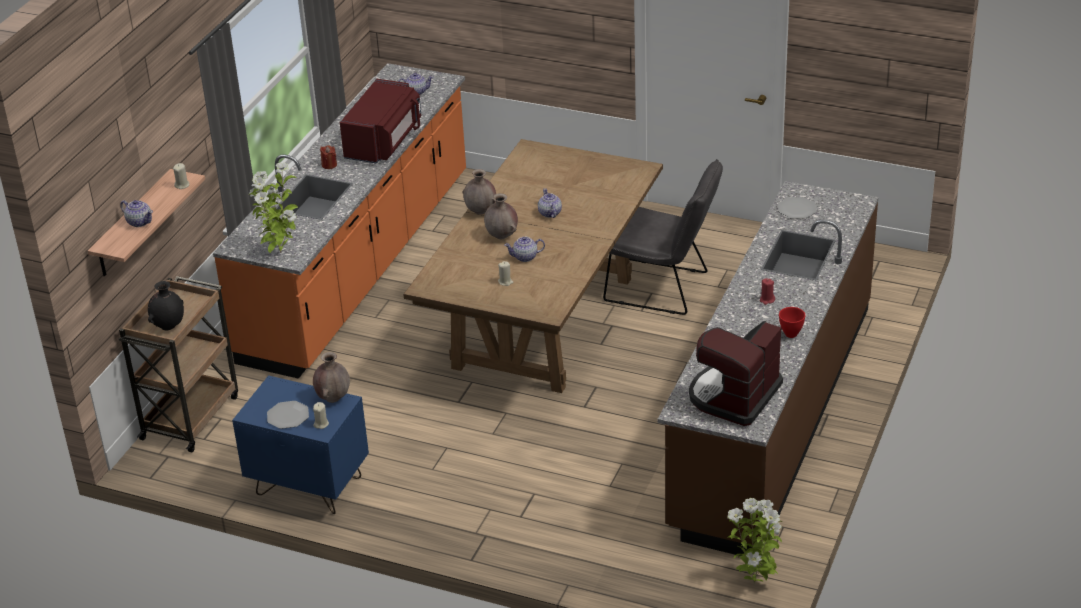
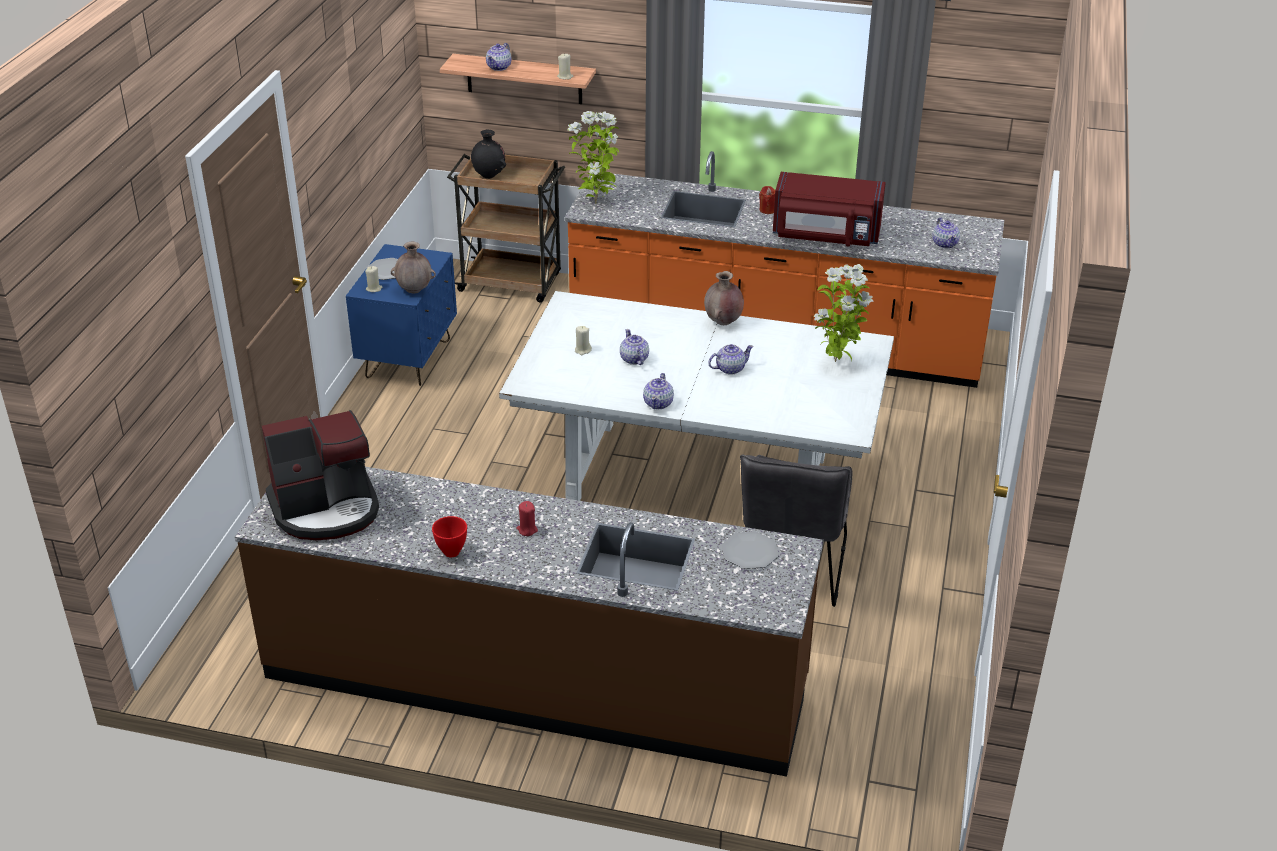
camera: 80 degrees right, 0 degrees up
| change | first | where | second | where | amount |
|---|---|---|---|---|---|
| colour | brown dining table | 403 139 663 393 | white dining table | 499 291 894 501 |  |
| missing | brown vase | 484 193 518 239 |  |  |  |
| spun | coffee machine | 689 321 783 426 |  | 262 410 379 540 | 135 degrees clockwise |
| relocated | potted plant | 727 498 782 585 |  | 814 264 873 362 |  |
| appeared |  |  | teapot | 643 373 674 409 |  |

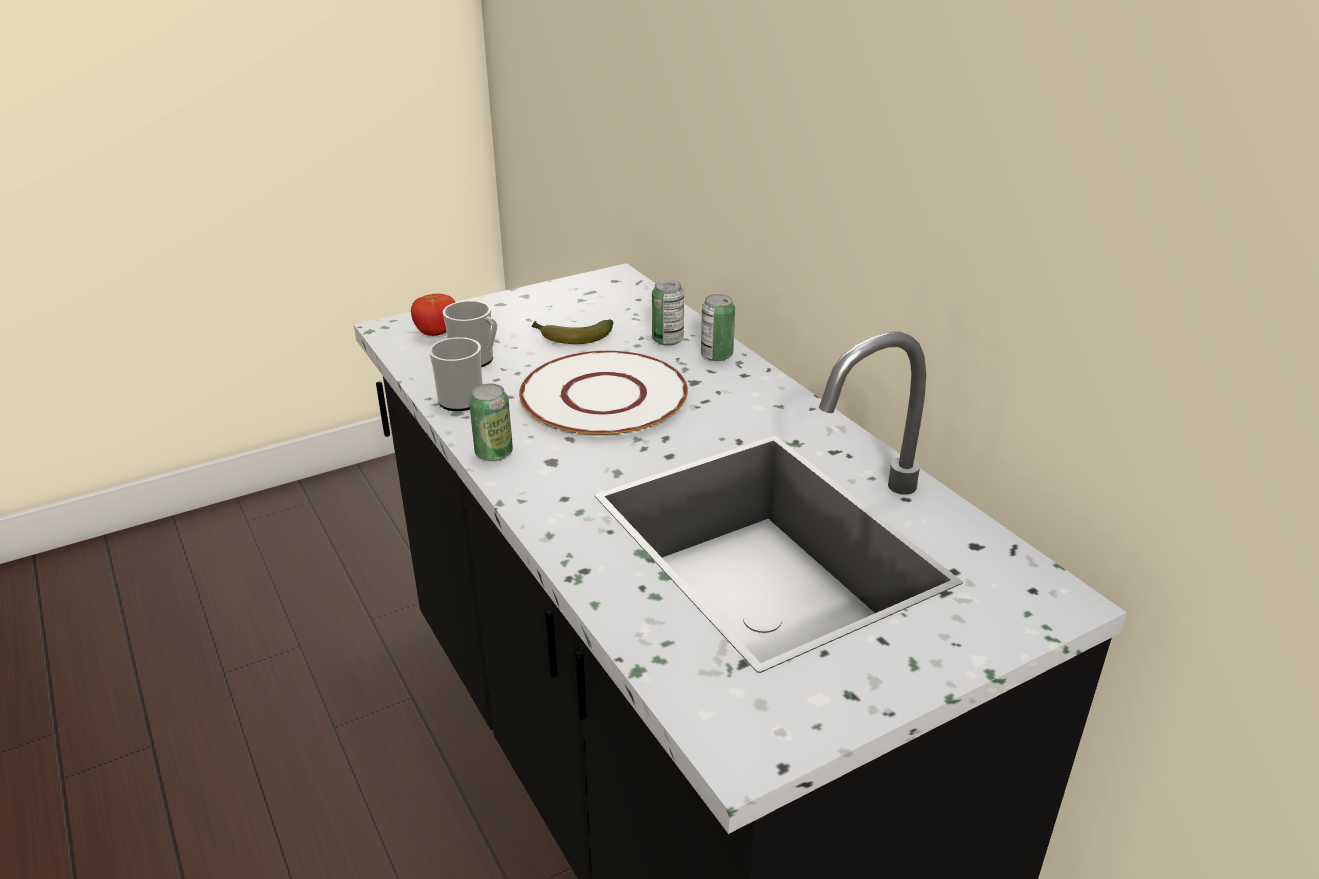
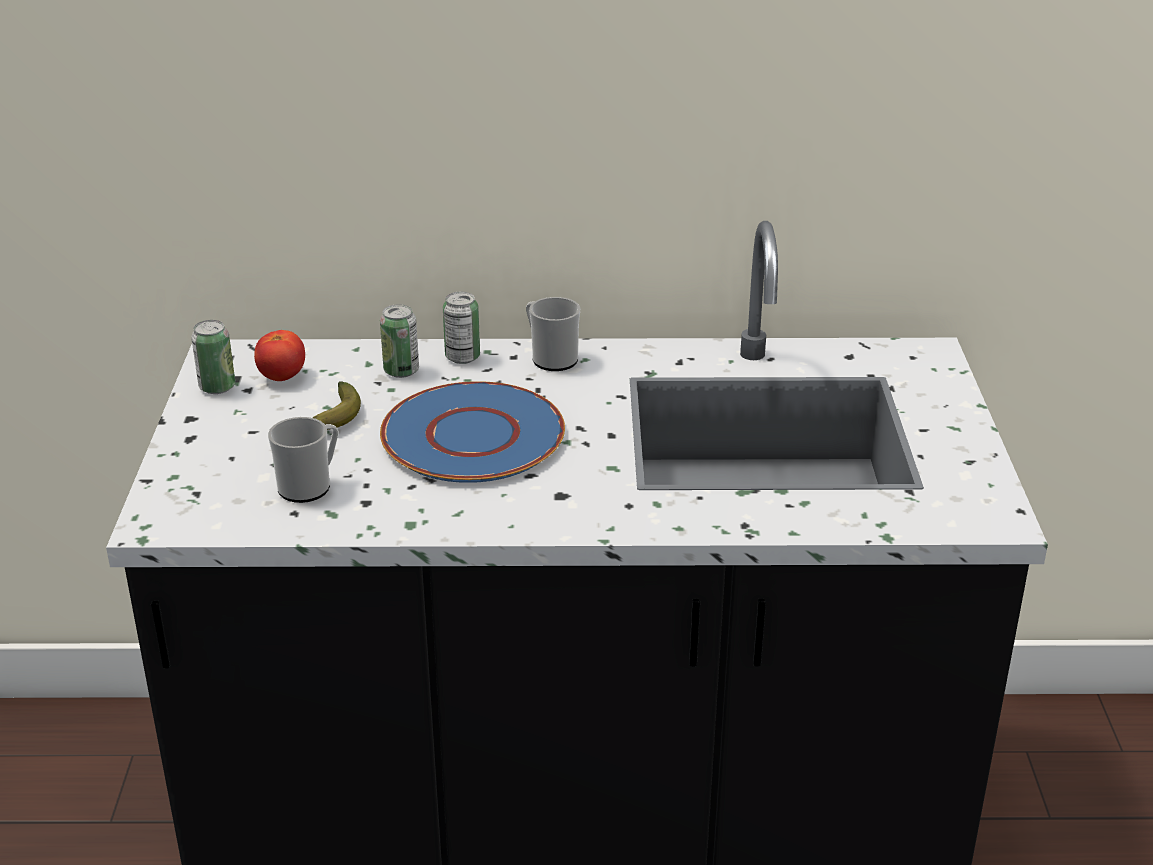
camera: 60 degrees left, 0 degrees up
| change | first | where | second | where | amount |
|---|---|---|---|---|---|
| relocated | tomato | 411 294 455 336 |  | 254 330 305 381 |  |
| relocated | mug | 429 337 483 411 |  | 526 297 580 371 |  |
| relocated | can | 469 384 513 461 |  | 191 320 235 394 |  |
| colour | white plate | 519 351 688 437 | blue plate | 380 381 565 483 |  |

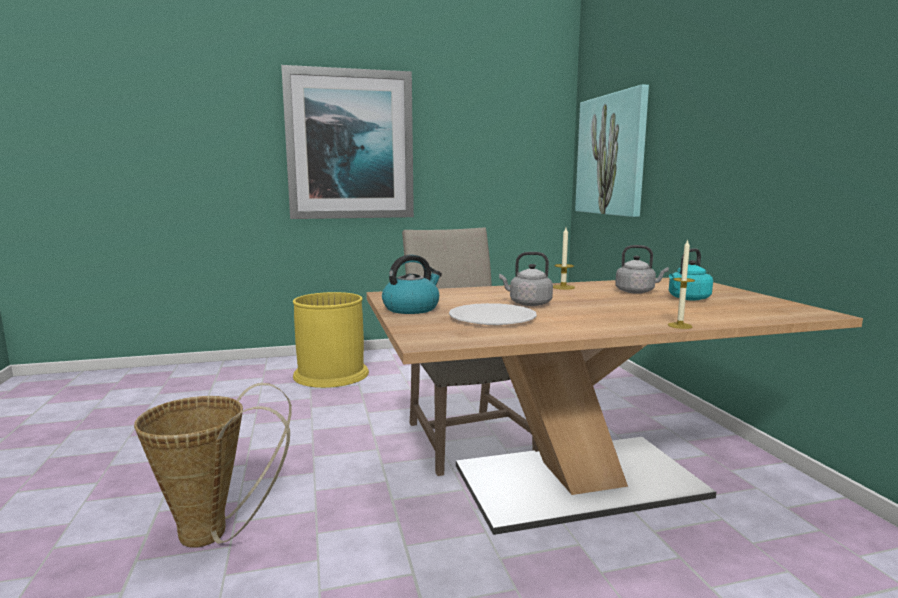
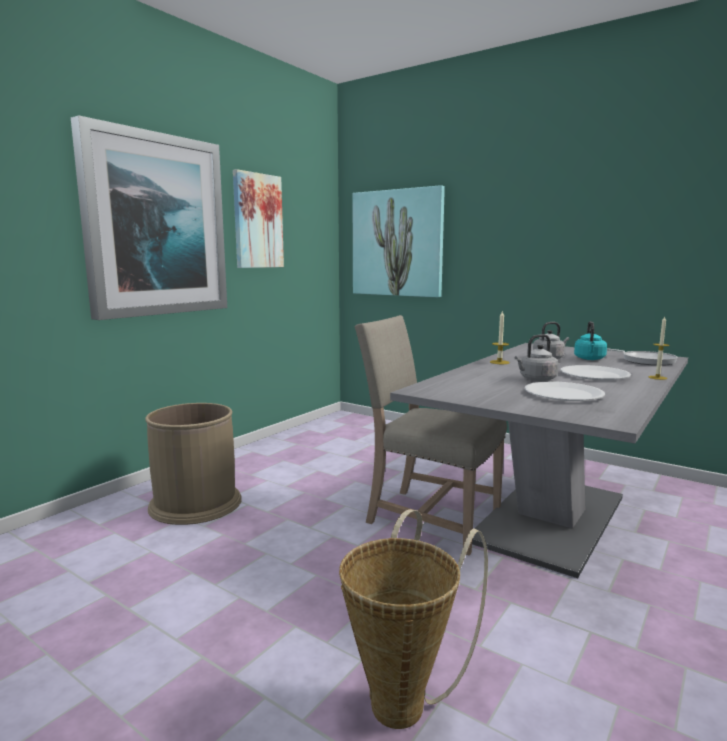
camera: 40 degrees left, 0 degrees up
| change | first | where | second | where | amount |
|---|---|---|---|---|---|
| colour | yellow trash can | 293 292 369 388 | brown trash can | 145 403 242 525 |  |
| colour | brown dining table | 366 278 863 535 | grey dining table | 390 343 688 578 |  |
| missing | kettle | 382 255 442 314 |  |  |  |
| appeared |  |  | picture | 233 169 284 268 |  |
| appeared |  |  | white plate | 561 365 631 380 |  |
| appeared |  |  | frying pan | 607 348 678 366 |  |

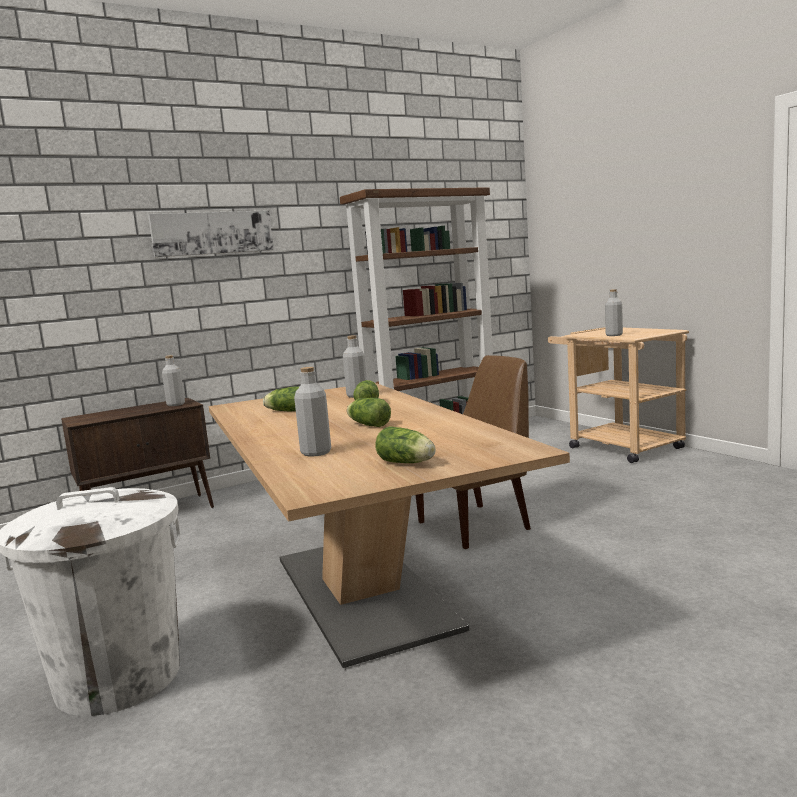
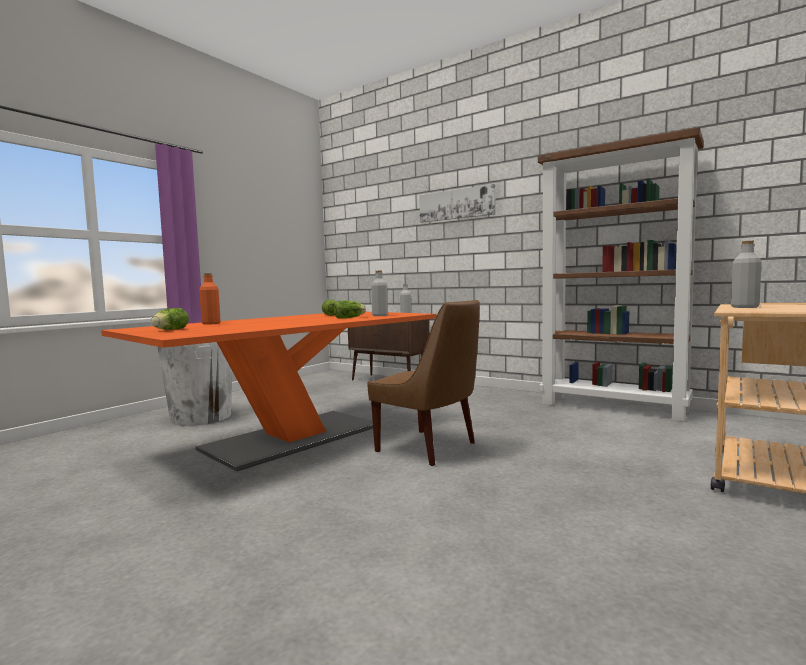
camera: 65 degrees right, 5 degrees down
| change | first | where | second | where | amount |
|---|---|---|---|---|---|
| colour | beige dining table | 208 383 570 668 | orange dining table | 101 312 437 471 |  |
| colour | grey bottle | 294 367 331 457 | orange bottle | 199 273 221 325 |  |
| missing | lettuce | 347 398 391 427 |  |  |  |

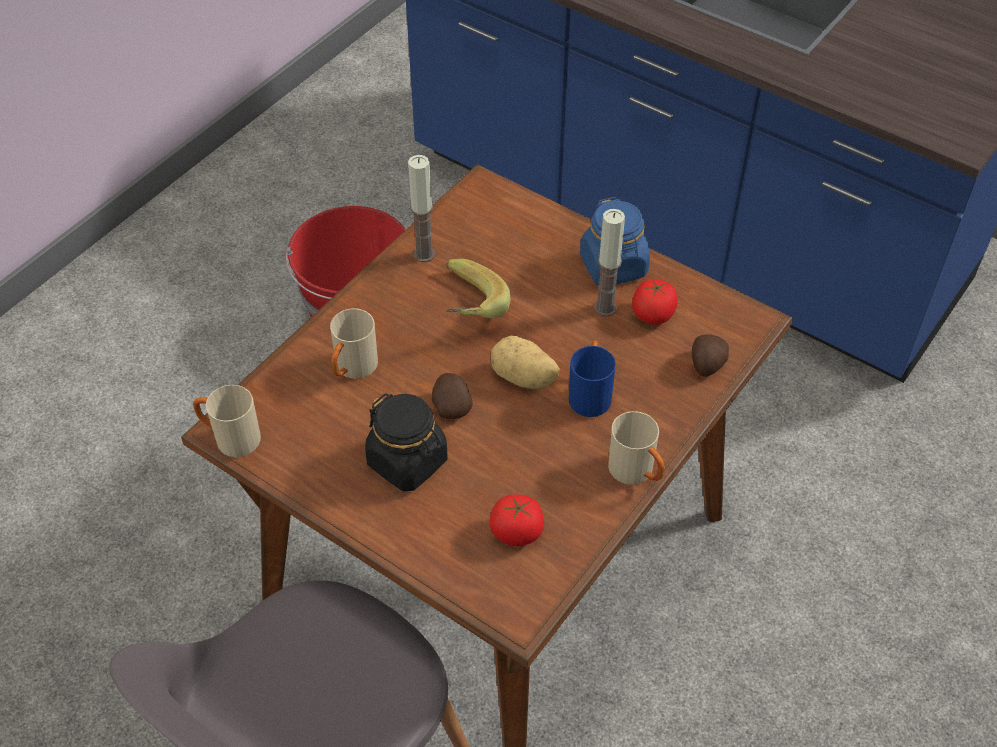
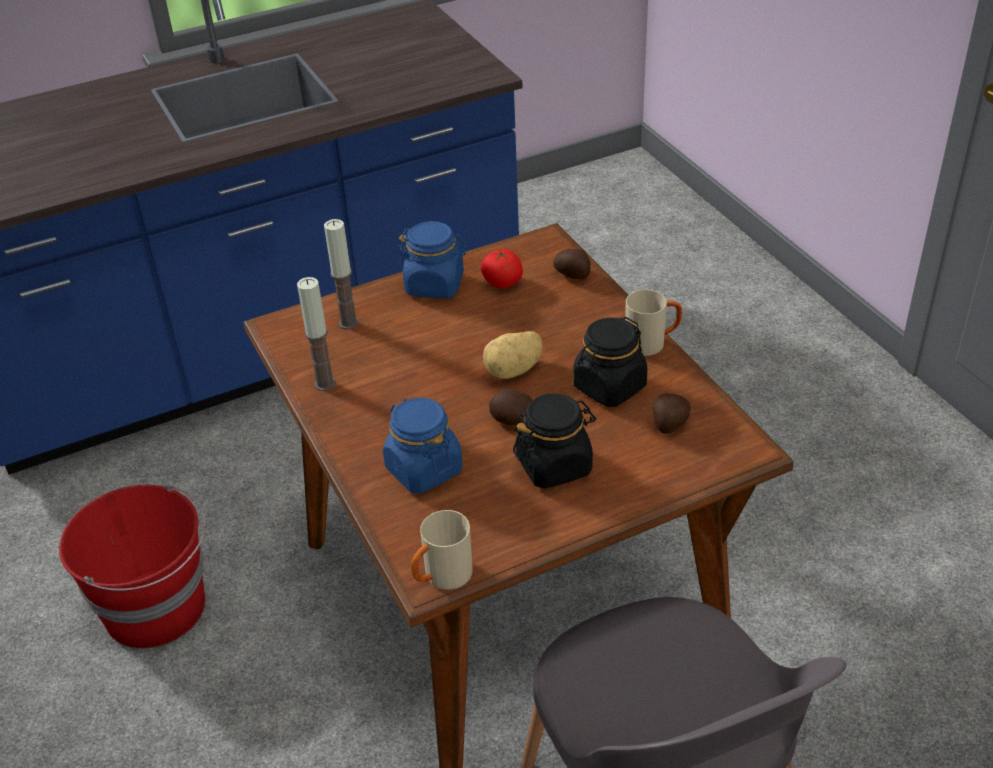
camera: 60 degrees left, 10 degrees down
| change | first | where | second | where | amount |
|---|---|---|---|---|---|
| exchanged | beige mug | 330 308 378 379 | blue jar | 383 398 463 494 |  |
| missing | banana | 446 259 510 318 |  |  |  |
| exchanged | tomato | 490 494 544 546 | potato | 653 393 691 434 |  |
| missing | blue mug | 568 340 616 417 |  |  |  |
| relocated | candle | 594 209 625 317 |  | 324 219 359 329 |  |
| appeared |  |  | black jar | 573 317 648 407 |  |

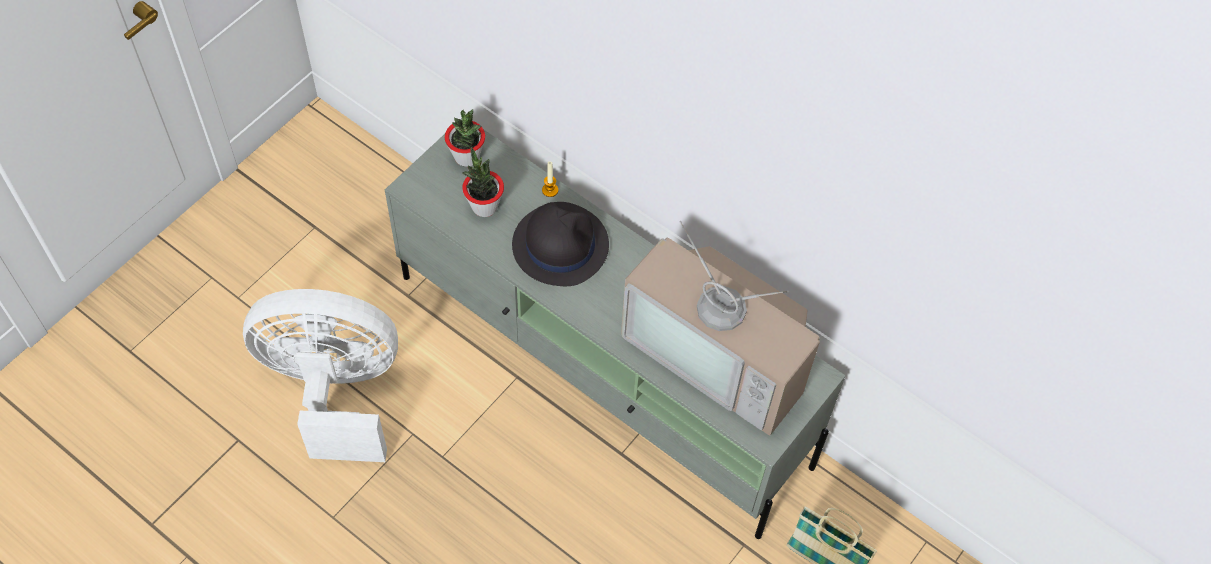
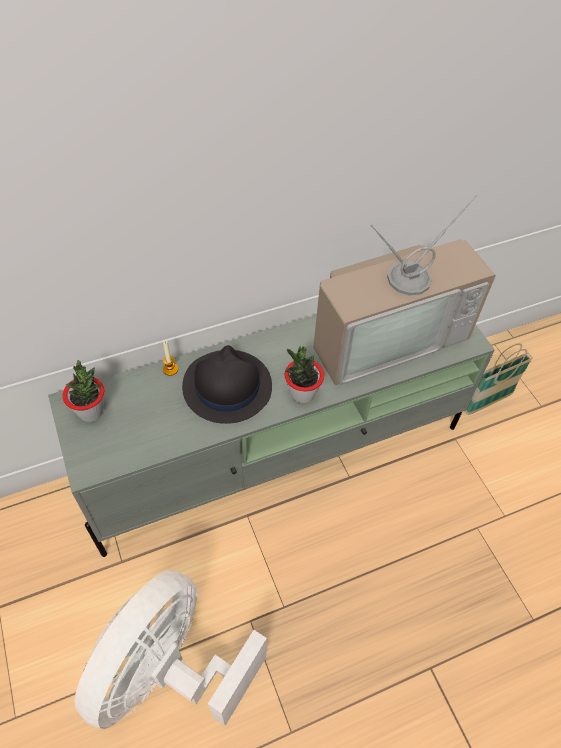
camera: 60 degrees left, 5 degrees down
| change | first | where | second | where | amount |
|---|---|---|---|---|---|
| relocated | potted plant | 462 147 504 217 |  | 285 346 324 403 |  |

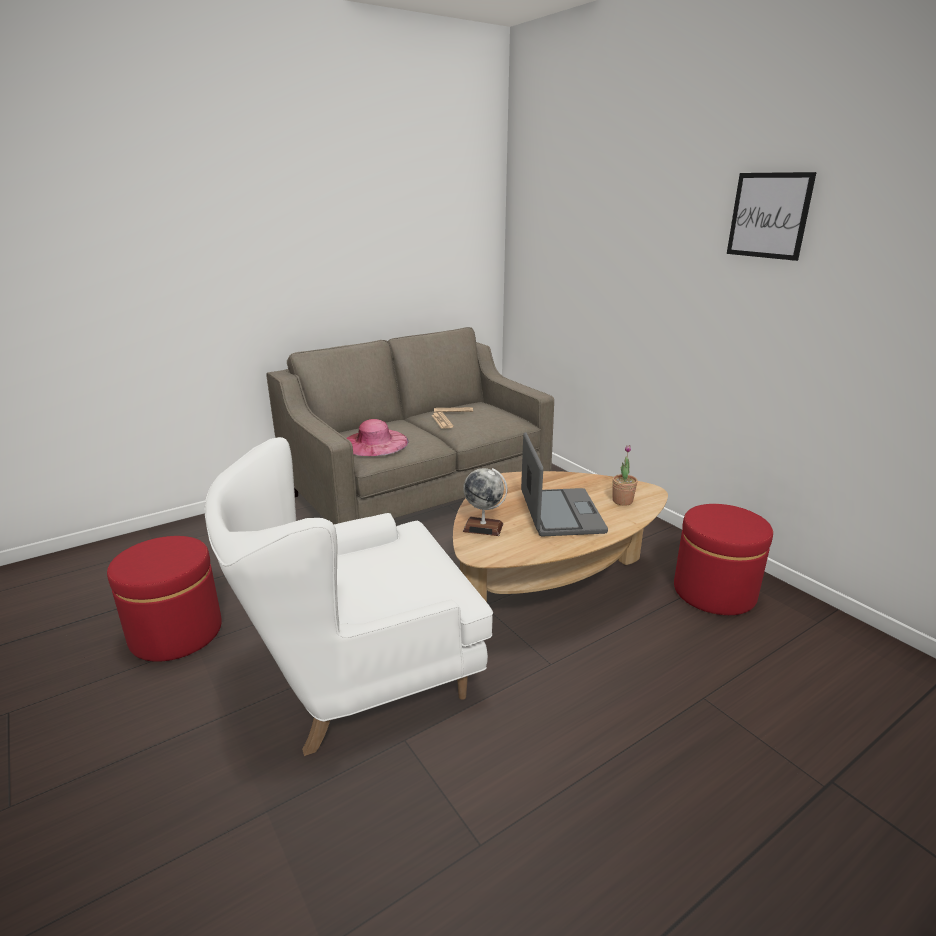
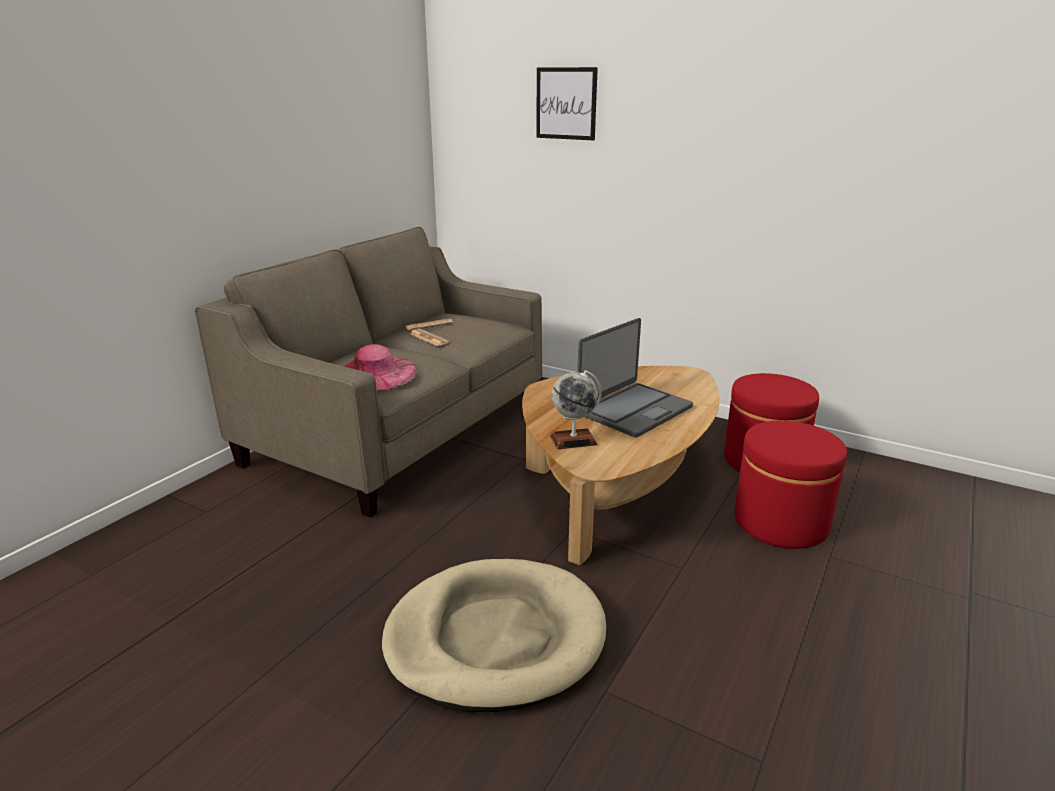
camera: 25 degrees left, 0 degrees up
| change | first | where | second | where | amount |
|---|---|---|---|---|---|
| relocated | red ottoman | 107 536 222 662 |  | 735 420 847 549 |  |
| exchanged | white armchair | 205 437 493 756 | beige dog bed | 382 559 606 712 |  |
| spun | laptop | 521 432 608 537 |  | 577 318 693 438 | 75 degrees clockwise |
| missing | potted plant | 612 445 638 506 |  |  |  |
| relocated | picture | 727 172 817 261 |  | 536 67 598 140 |  |

